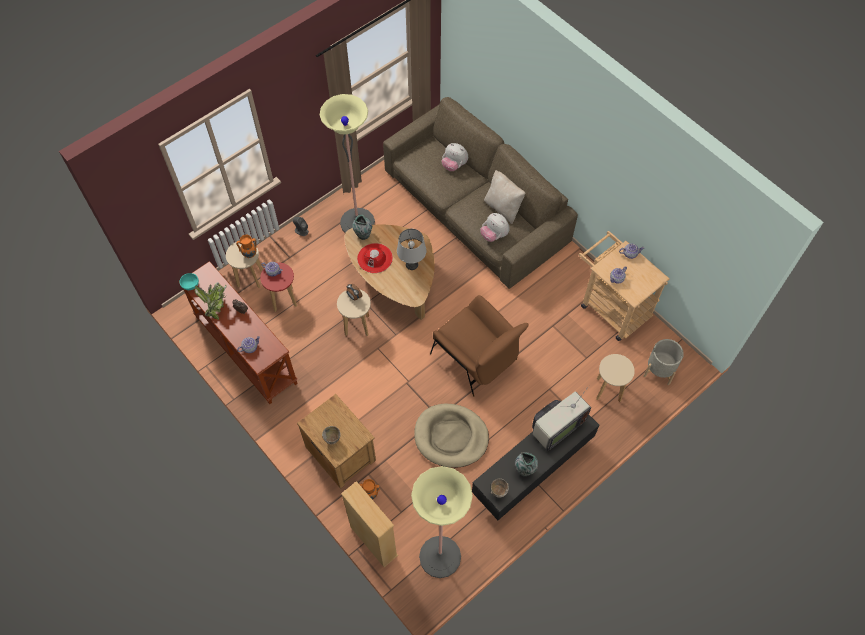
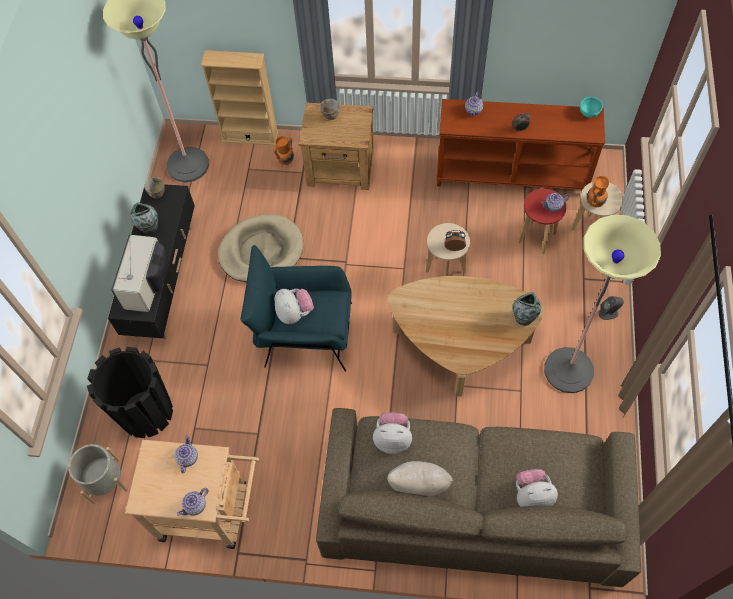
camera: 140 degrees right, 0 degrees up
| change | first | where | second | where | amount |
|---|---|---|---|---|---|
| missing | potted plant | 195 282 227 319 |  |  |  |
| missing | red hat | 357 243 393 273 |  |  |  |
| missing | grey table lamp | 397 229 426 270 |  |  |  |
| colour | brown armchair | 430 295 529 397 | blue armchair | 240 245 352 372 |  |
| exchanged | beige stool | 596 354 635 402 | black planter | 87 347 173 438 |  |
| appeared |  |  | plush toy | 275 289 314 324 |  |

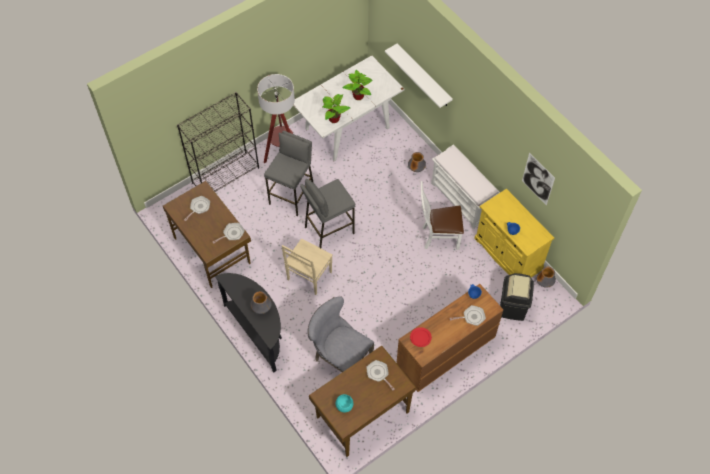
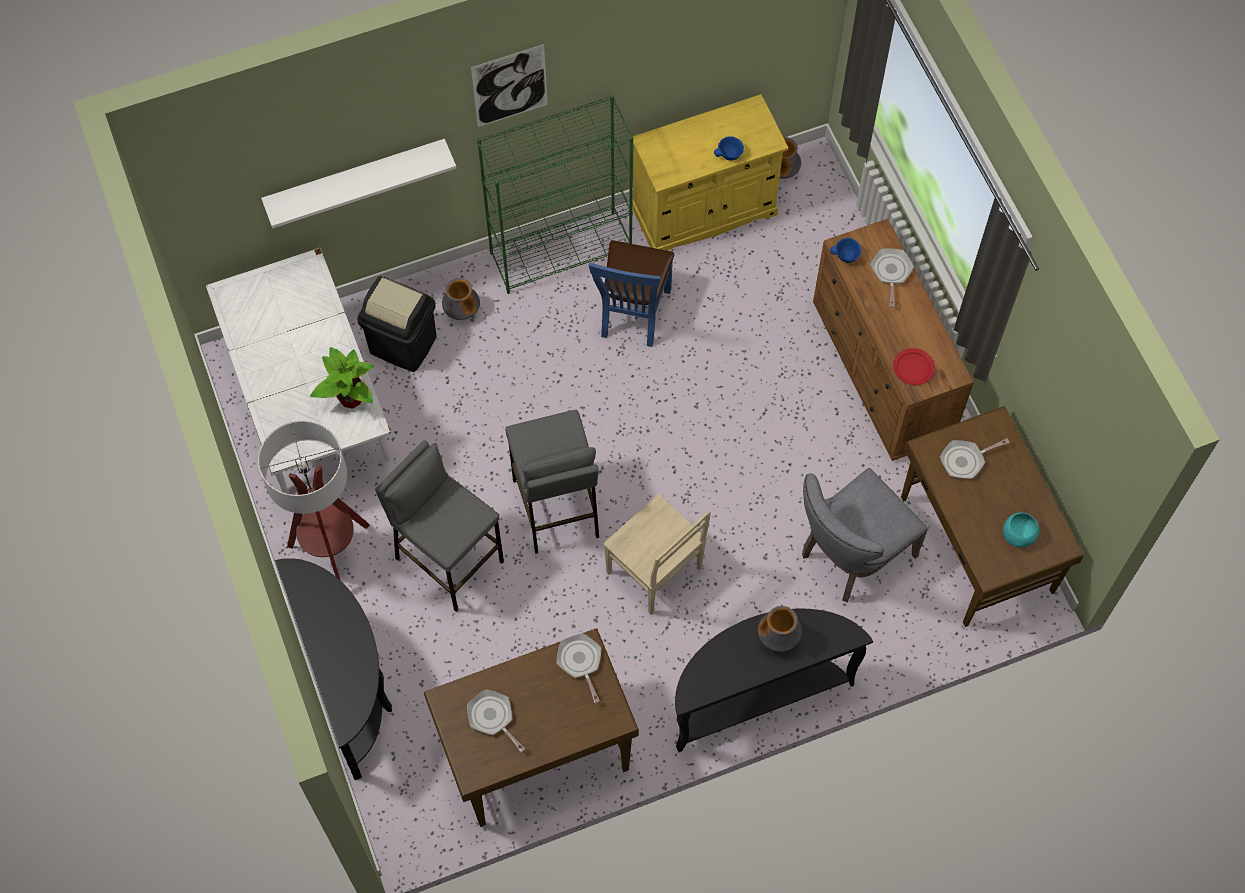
camera: 75 degrees left, 5 degrees up
| change | first | where | second | where | amount |
|---|---|---|---|---|---|
| exchanged | black bookcase | 177 92 259 192 | black console table | 275 558 392 780 |  |
| missing | potted plant | 343 70 373 100 |  |  |  |
| colour | white chair | 421 181 464 250 | blue chair | 589 240 674 347 |  |
| exchanged | white bench | 431 144 500 229 | green bookcase | 477 95 633 294 |  |
| relocated | black trash can | 500 273 534 321 |  | 357 276 437 372 |  |
| relocated | picture | 522 152 555 206 |  | 471 44 548 127 |  |

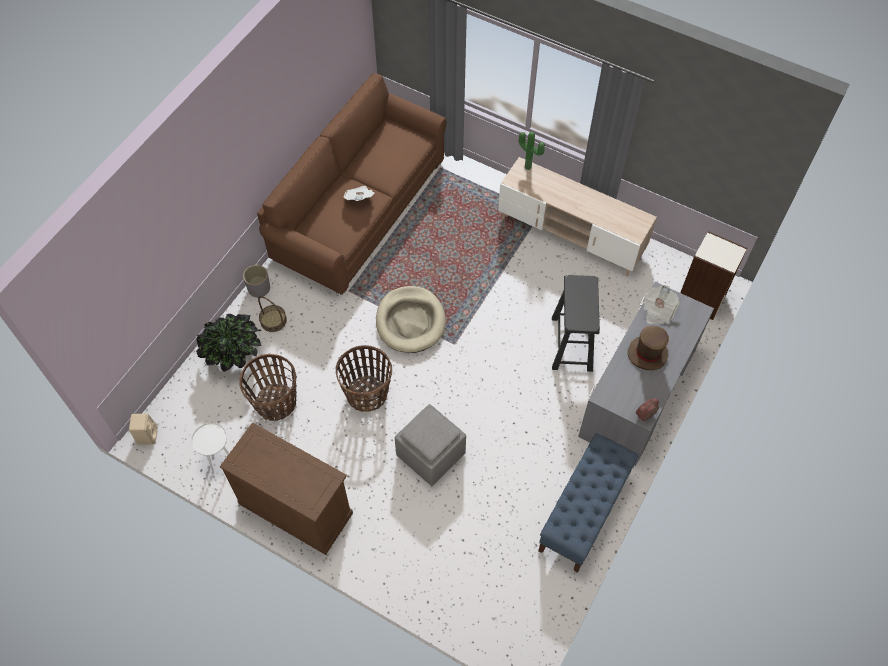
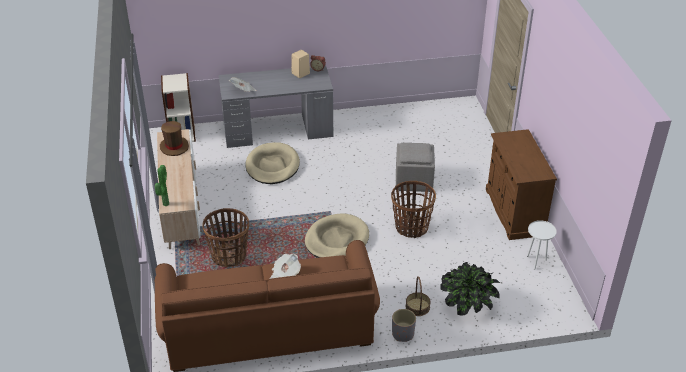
camera: 130 degrees left, 20 degrees down
| change | first | where | second | where | amount |
|---|---|---|---|---|---|
| relocated | beige speaker | 129 414 157 445 |  | 291 50 310 78 |  |
| relocated | basket | 239 354 297 421 |  | 202 208 249 267 |  |
| missing | blue bench | 538 433 639 573 |  |  |  |
| exchanged | black stool | 552 275 600 372 | beige dog bed | 245 142 300 184 |  |
| relocated | brown hat | 628 326 669 370 |  | 160 121 189 156 |  |

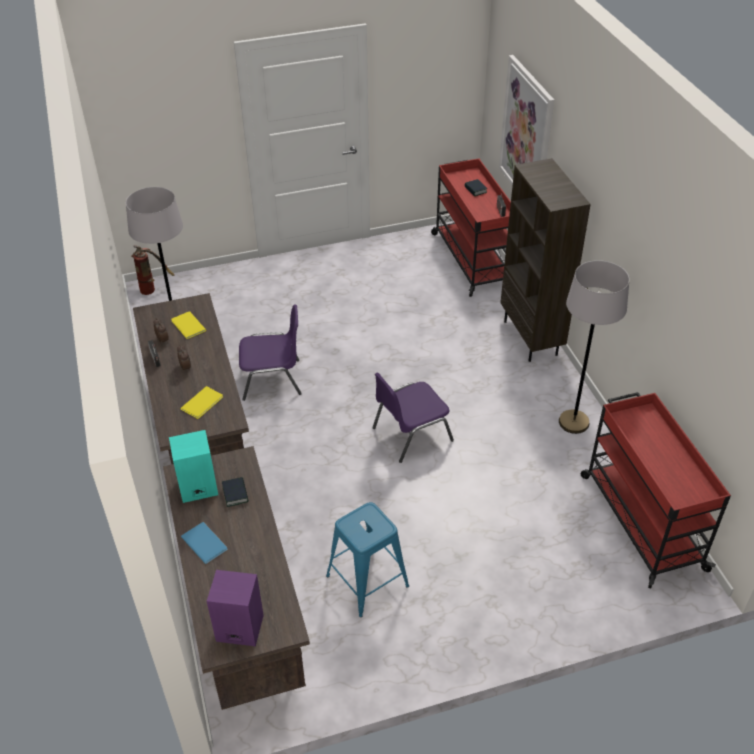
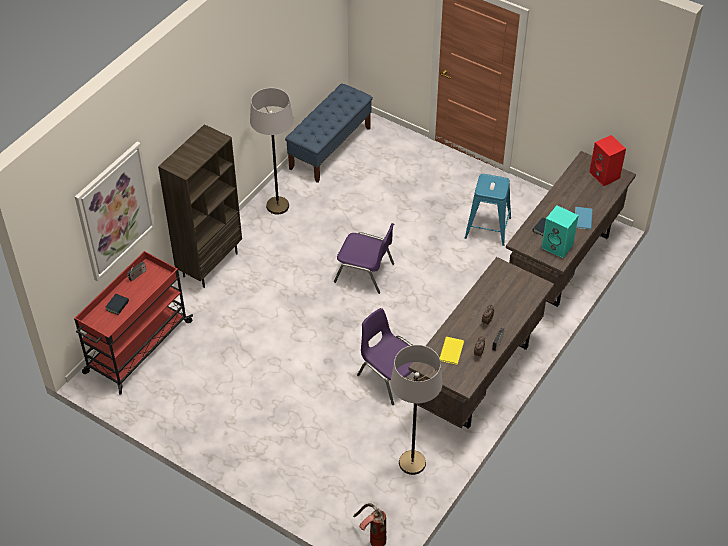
camera: 130 degrees left, 5 degrees up
| change | first | where | second | where | amount |
|---|---|---|---|---|---|
| missing | yellow book | 180 386 223 419 |  |  |  |
| colour | purple speaker | 207 570 264 646 | red speaker | 589 135 626 186 |  |
| exchanged | red cart | 580 392 731 589 | blue bench | 285 83 373 183 |  |

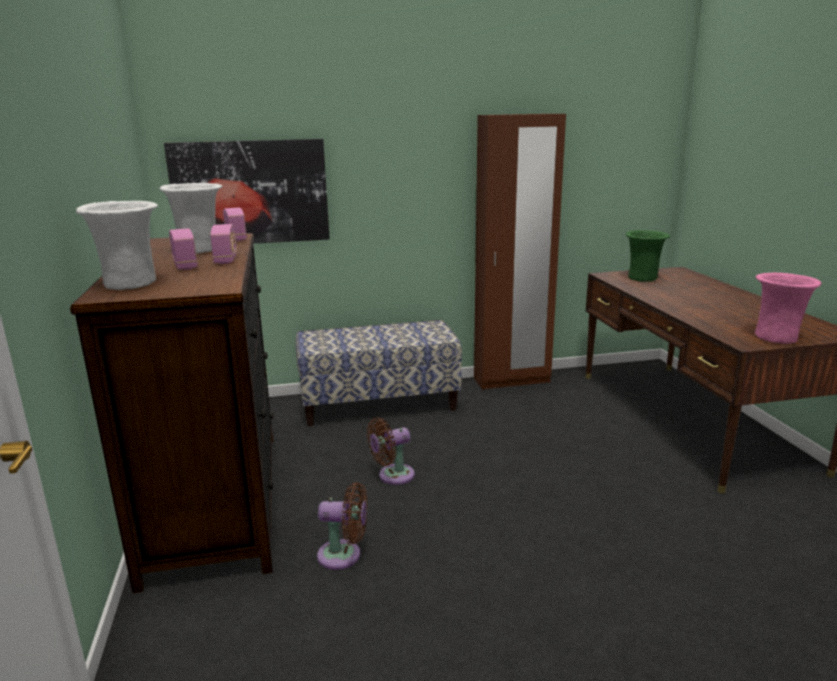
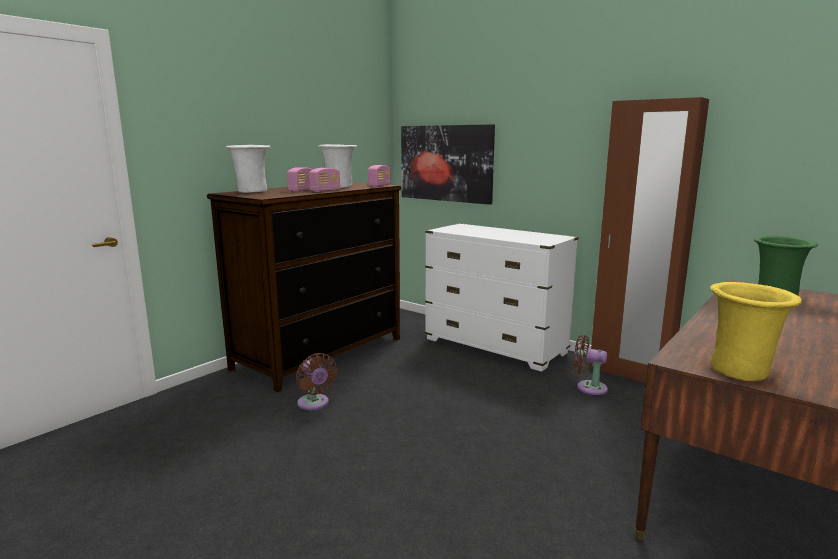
camera: 50 degrees right, 5 degrees down
| change | first | where | second | where | amount |
|---|---|---|---|---|---|
| exchanged | bench | 295 320 462 426 | white dresser | 425 223 578 372 |  |
| relocated | brown fan | 367 417 415 485 |  | 574 335 608 395 |  |
| colour | pink vase | 755 272 822 344 | yellow vase | 710 282 802 381 |  |

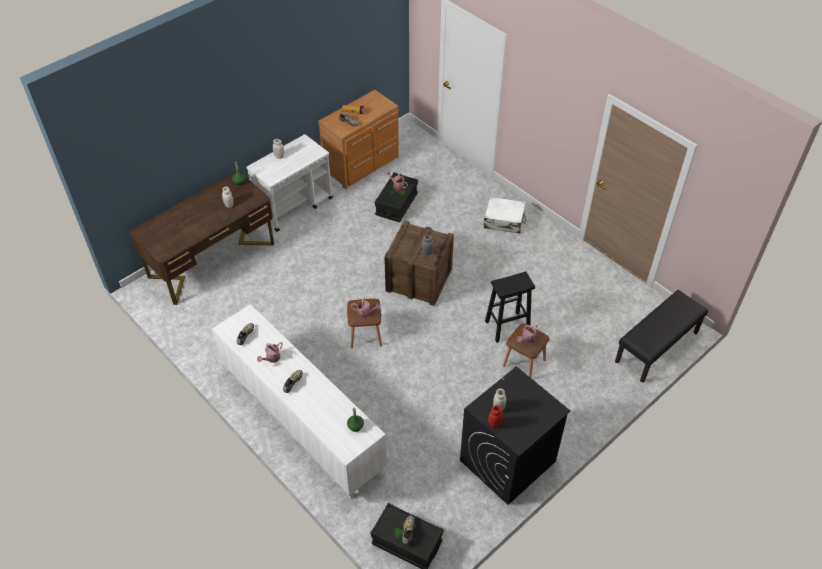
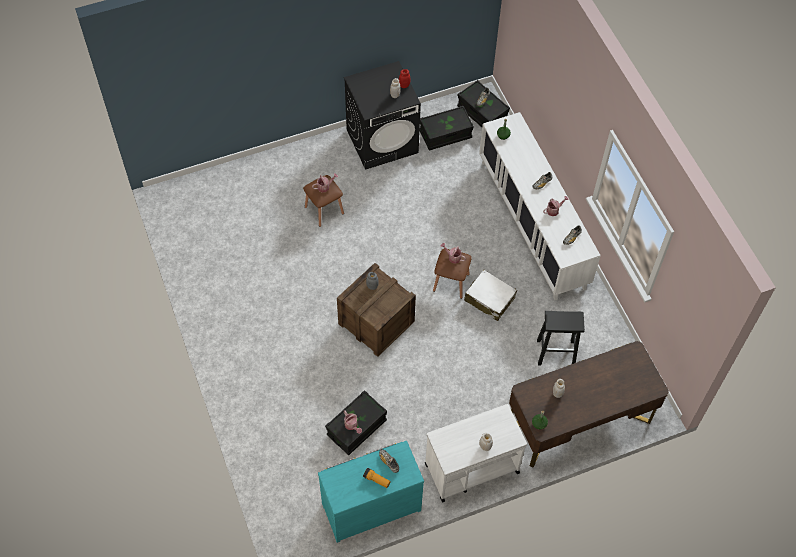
camera: 160 degrees left, 10 degrees up
| change | first | where | second | where | amount |
|---|---|---|---|---|---|
| colour | brown dresser | 318 90 399 189 | turquoise dresser | 318 441 424 543 |  |
| relocated | white suitcase | 484 197 526 233 |  | 464 270 517 321 |  |
| relocated | black stool | 485 271 535 343 |  | 537 311 585 366 |  |
| missing | black bench | 615 290 708 383 |  |  |  |
| appeared |  |  | black storage box | 420 106 474 151 |  |

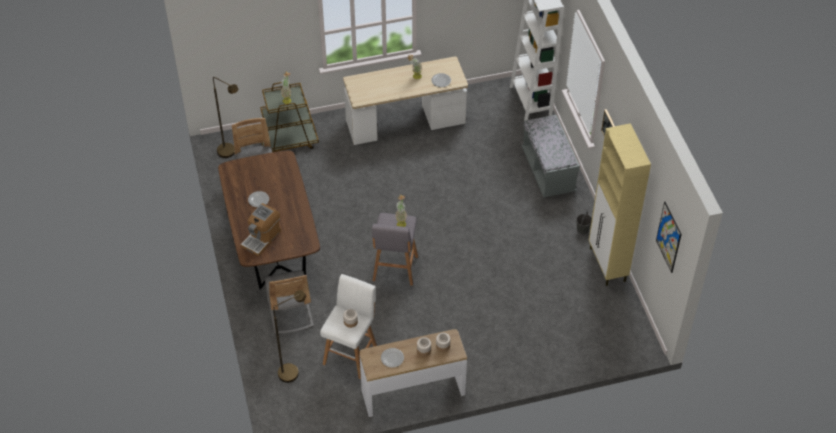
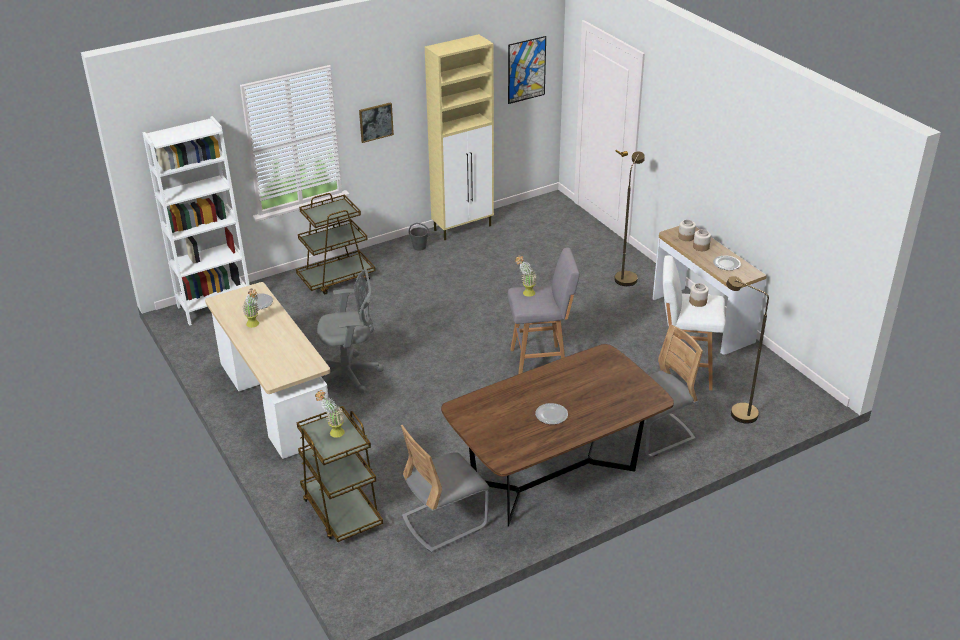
camera: 105 degrees left, 15 degrees down
| change | first | where | second | where | amount |
|---|---|---|---|---|---|
| relocated | brown floor lamp | 213 77 238 158 |  | 614 152 645 286 |  |
| missing | coffee machine | 241 203 281 256 |  |  |  |
| exchanged | grey bench | 522 115 580 198 | brown cart | 296 193 376 294 |  |
| appeared |  |  | grey office chair | 317 269 384 393 |  |

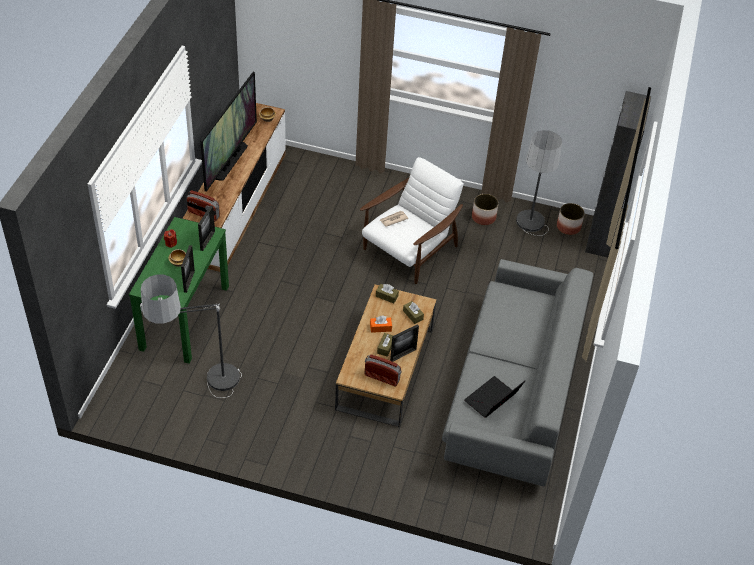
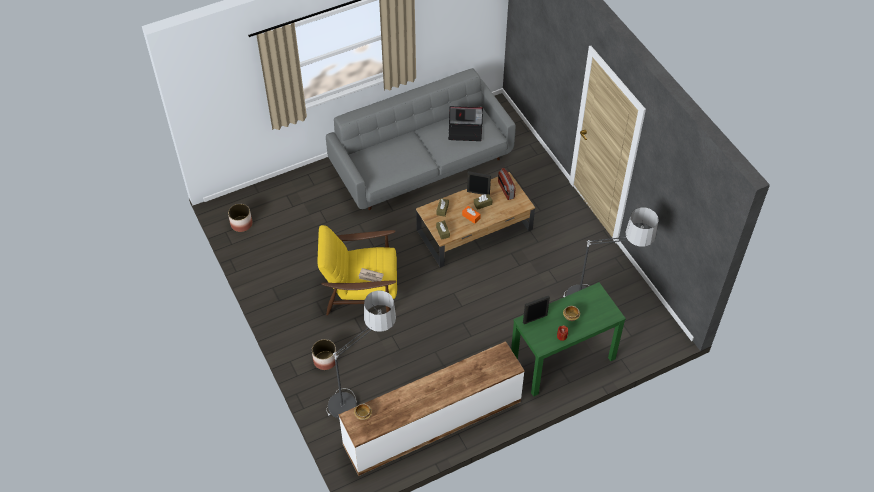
camera: 130 degrees left, 5 degrees up
| change | first | where | second | where | amount |
|---|---|---|---|---|---|
| missing | picture frame | 181 245 195 293 |  |  |  |
| missing | radio | 187 190 220 221 |  |  |  |
| missing | television | 200 72 257 192 |  |  |  |
| colour | white armchair | 360 157 464 284 | yellow armchair | 317 225 397 315 |  |
| relocated | planter | 472 194 499 225 |  | 312 339 337 370 |  |
| relocated | floor lamp | 516 130 562 236 |  | 326 290 397 418 |  |
| missing | black cabinet | 585 91 651 257 |  |  |  |

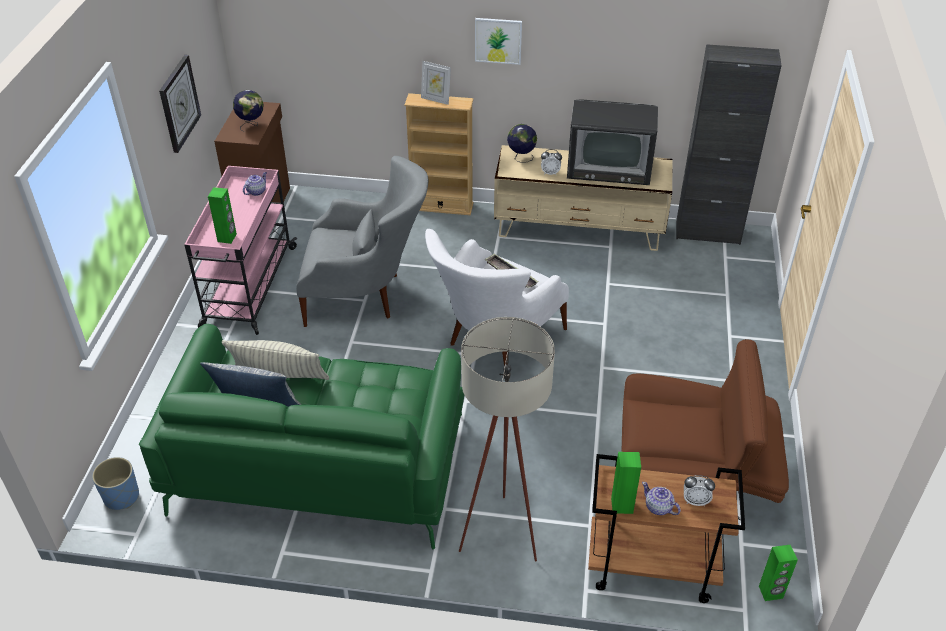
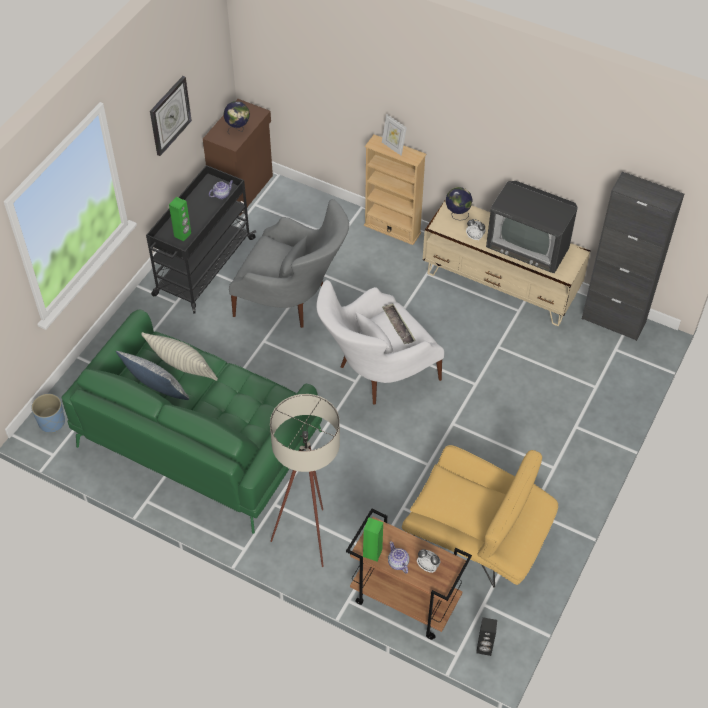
camera: 20 degrees right, 10 degrees up
| change | first | where | second | where | amount |
|---|---|---|---|---|---|
| colour | pink cart | 184 166 297 335 | black cart | 146 165 256 314 |  |
| missing | picture | 475 18 522 65 |  |  |  |
| colour | brown armchair | 621 339 789 521 | yellow armchair | 402 445 558 588 |  |
| colour | green speaker | 759 545 798 601 | black speaker | 476 617 497 656 |  |

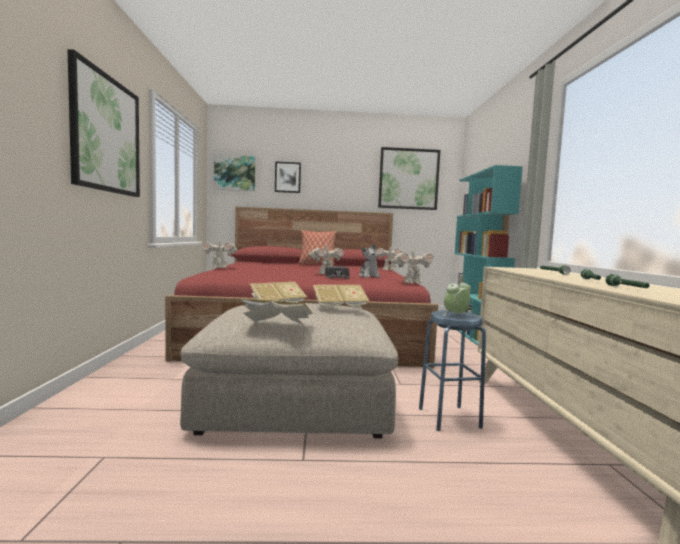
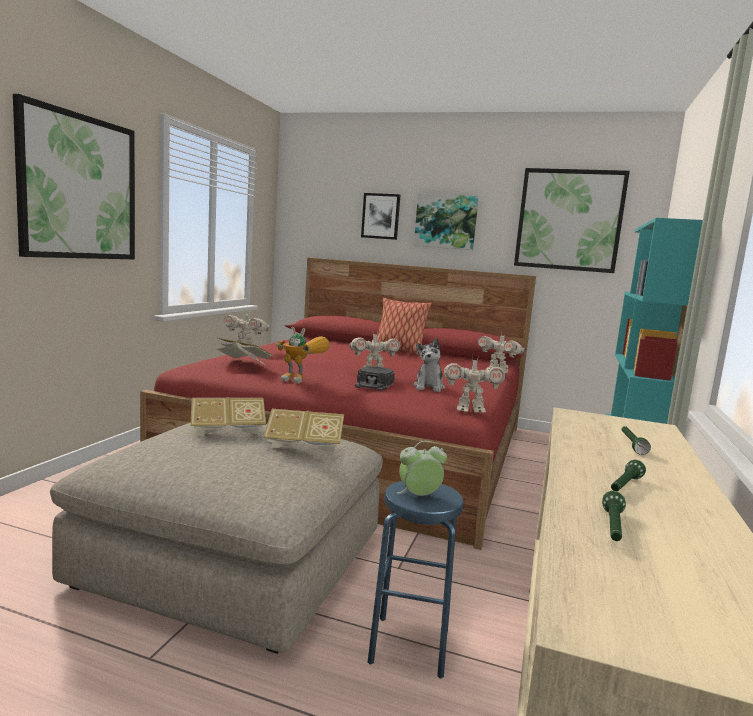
camera: 20 degrees right, 5 degrees up
| change | first | where | second | where | amount |
|---|---|---|---|---|---|
| relocated | picture | 214 154 255 191 |  | 414 194 479 250 |  |
| relocated | book | 240 298 313 326 |  | 217 338 274 364 |  |
| appeared |  |  | toy robot | 276 327 330 383 |  |

